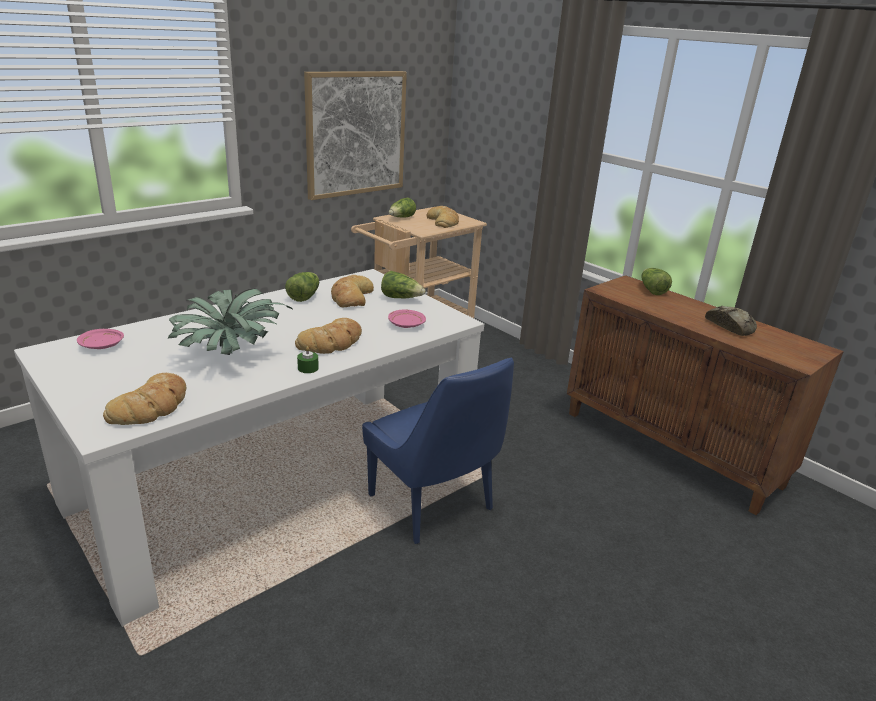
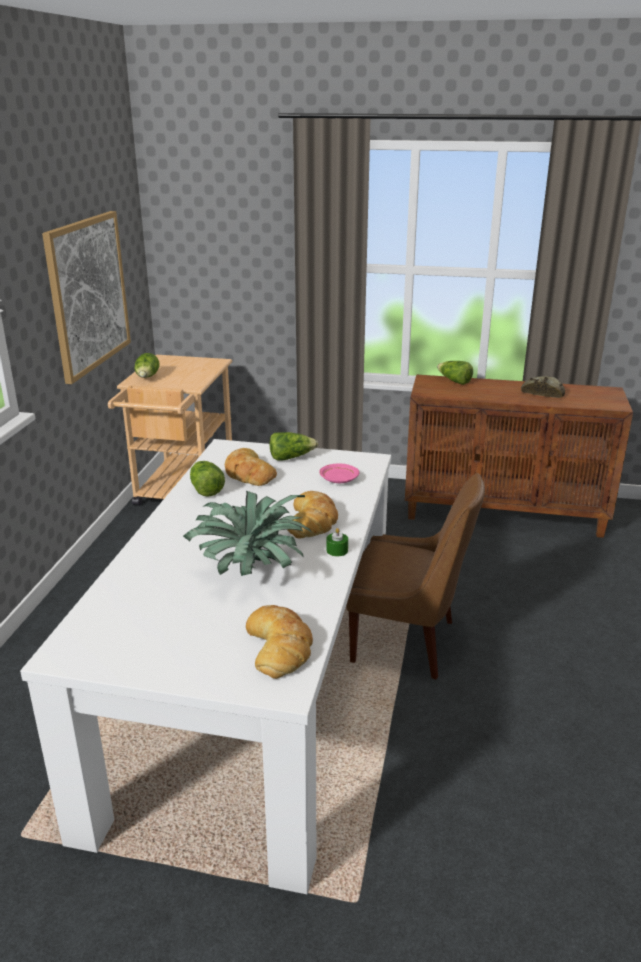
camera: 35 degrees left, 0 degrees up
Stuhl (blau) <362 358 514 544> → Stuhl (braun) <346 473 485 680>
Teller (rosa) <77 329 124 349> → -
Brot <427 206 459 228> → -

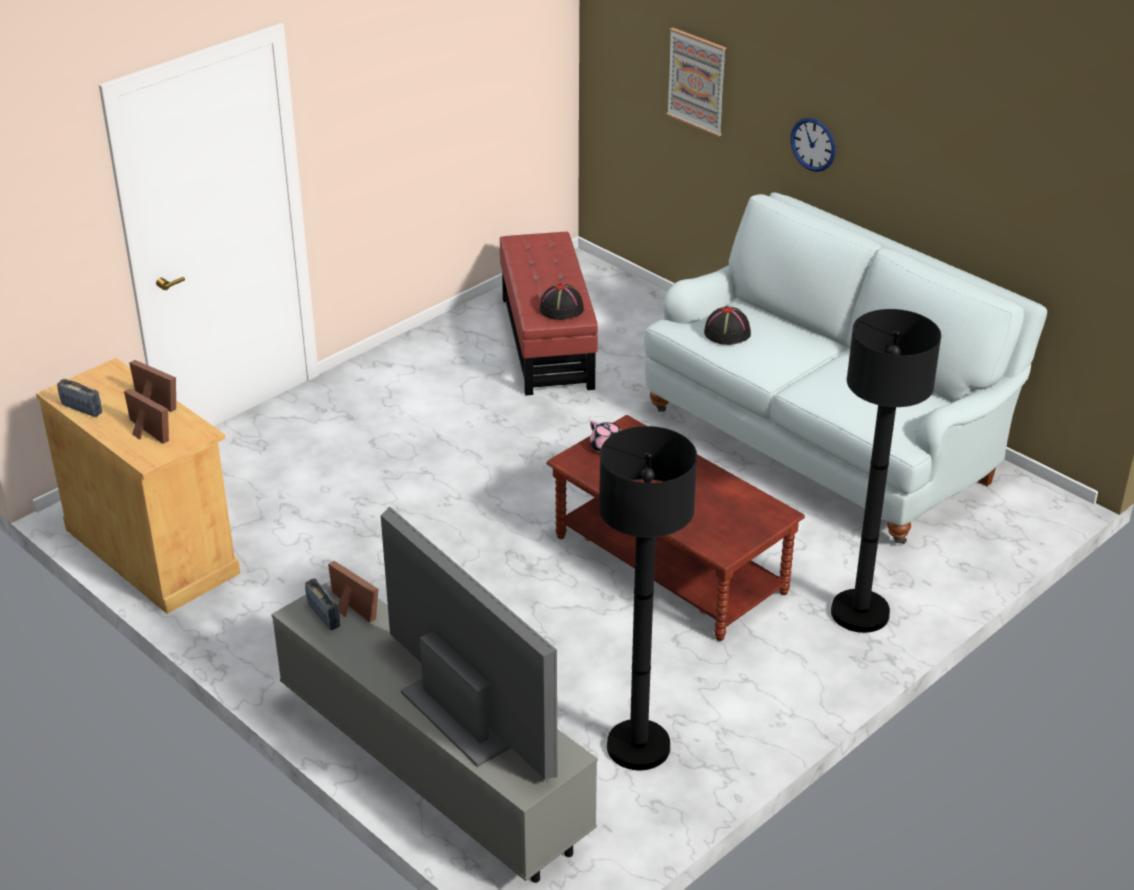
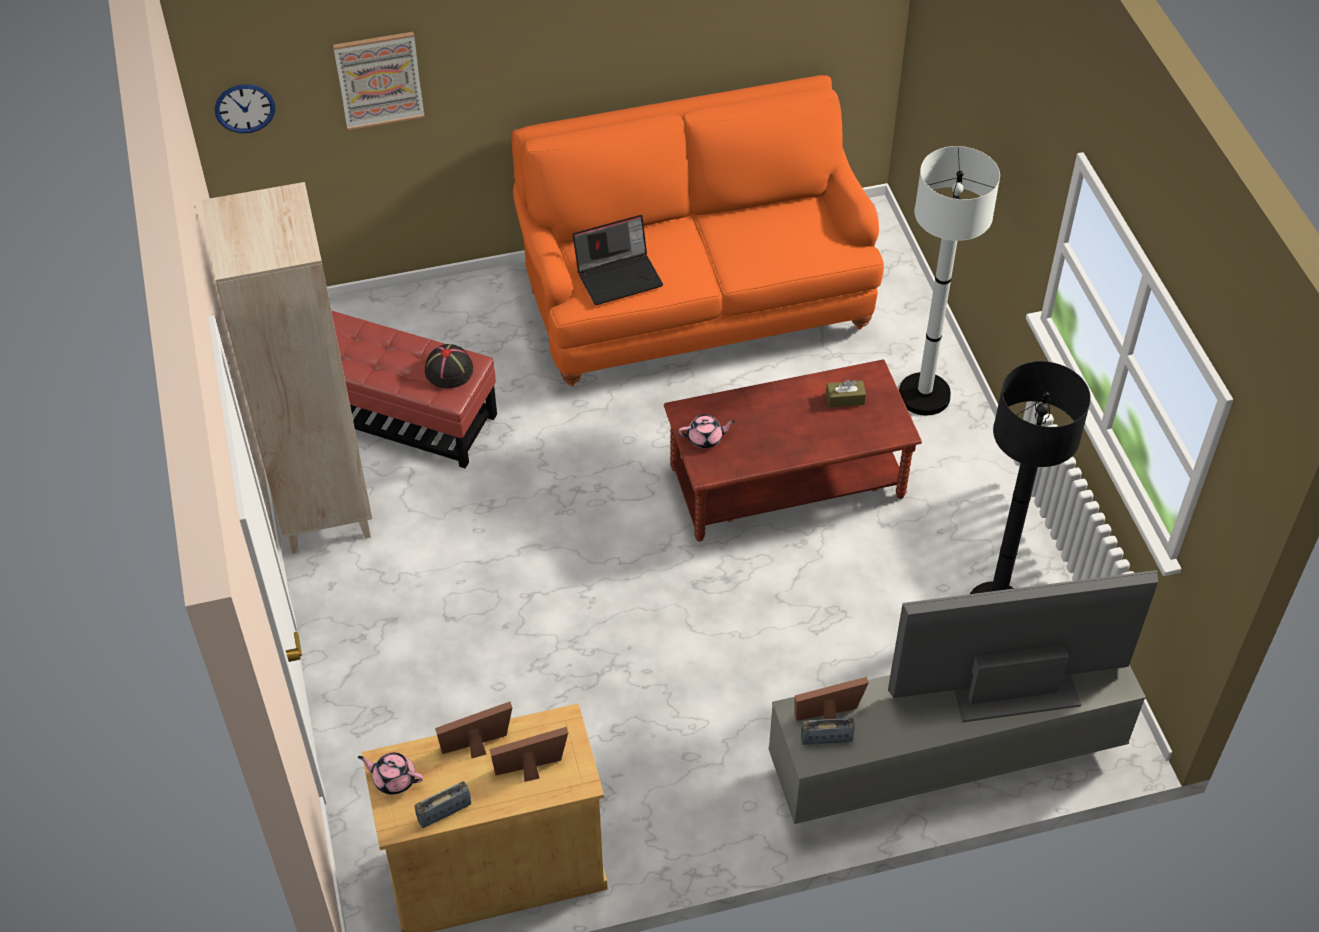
camera: 60 degrees left, 15 degrees up
- → Bücherregal (beige) <202 182 373 554>
Wanduhr <791 118 835 172> → Wanduhr <215 84 275 133>, relocated
- → Teekanne (rosa) <358 752 423 795>
Sofa (weiß) <644 192 1047 544> → Sofa (orange) <512 75 884 386>
Hut (schwarz) <704 306 751 345> → Laptop <573 215 663 305>
- → Taschentuchbox (braun) <826 380 866 408>
Stehlampe (schwarz) <831 309 941 633> → Stehlampe (weiß) <899 146 1000 415>

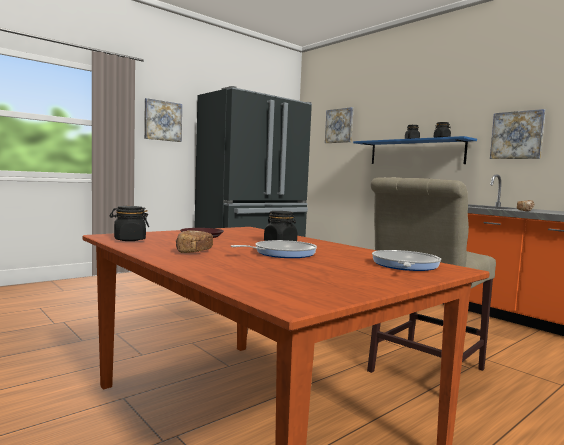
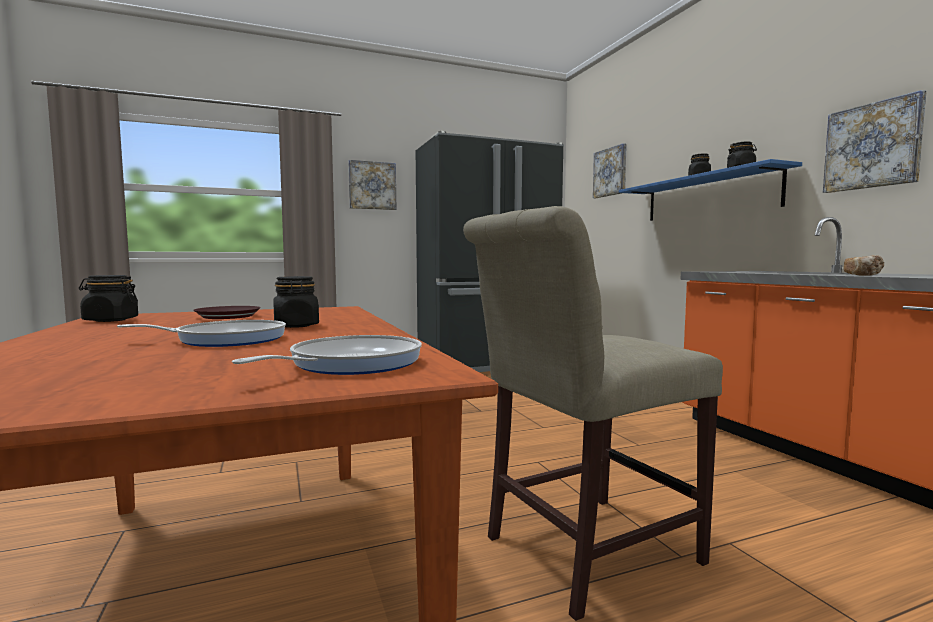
camera: 20 degrees right, 0 degrees up
Brot <176 230 213 253> → -

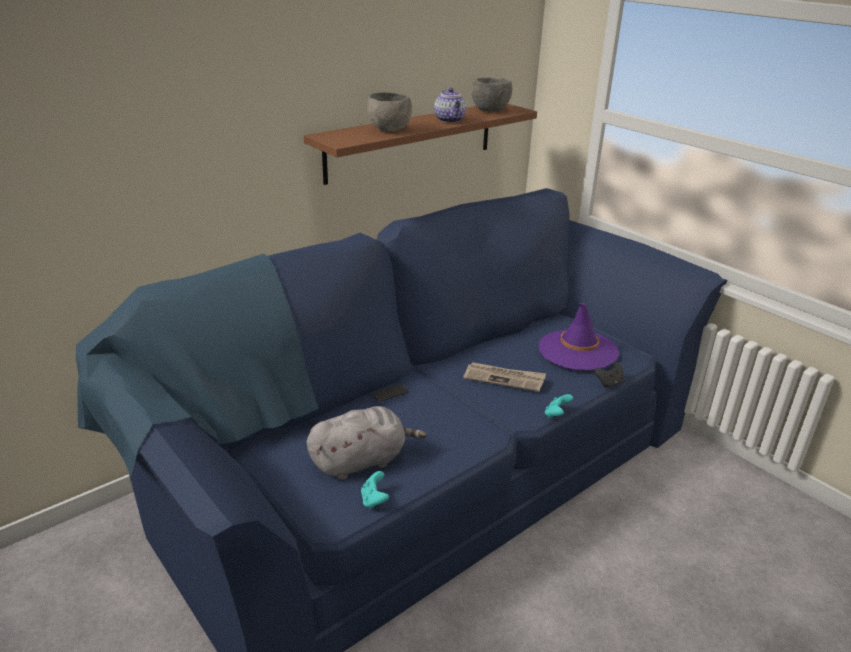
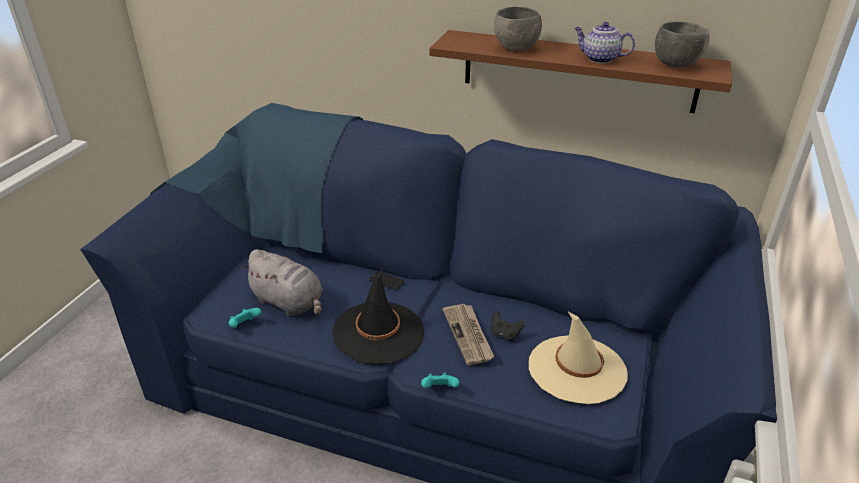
camera: 60 degrees right, 5 degrees up
- → Hut (schwarz) <332 268 424 364>
Gamepad (schwarz) <594 362 624 388> → Gamepad (schwarz) <491 311 525 341>, relocated
Hut (lila) <539 303 619 370> → Hut (beige) <529 311 628 404>
Teekanne <434 88 467 123> → Teekanne <574 22 635 64>, 75 degrees clockwise

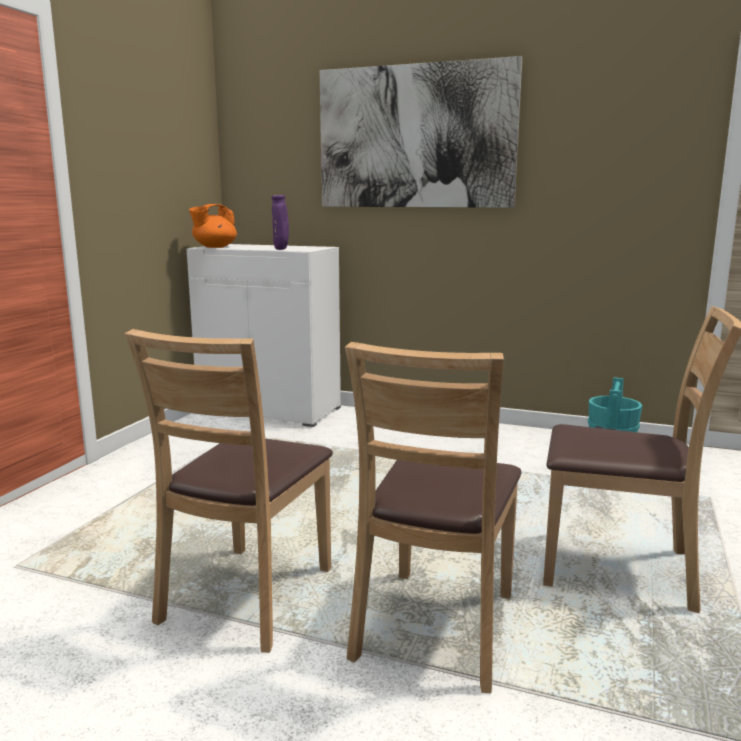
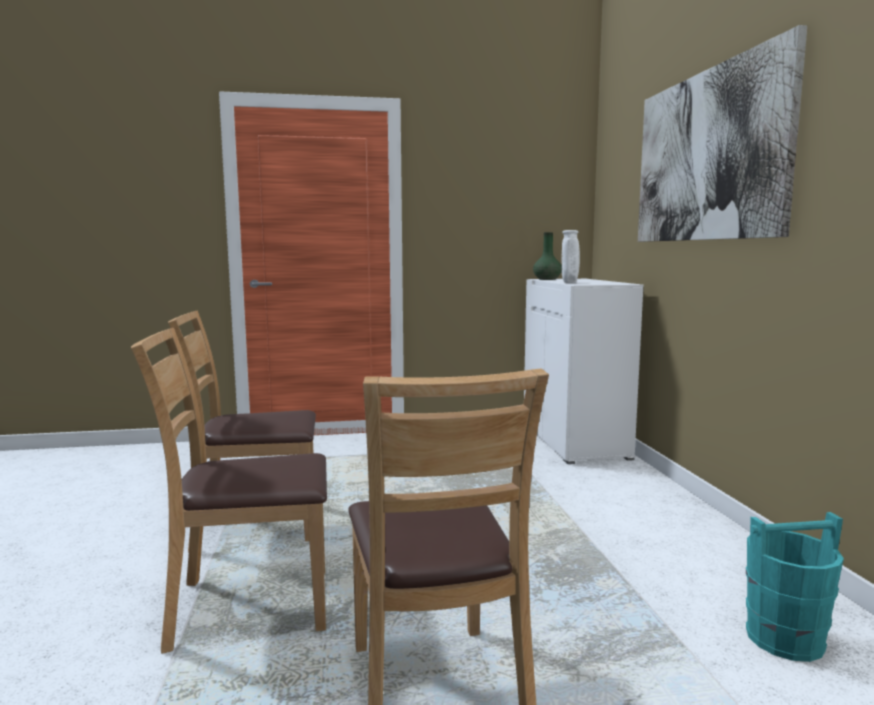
camera: 60 degrees right, 5 degrees down
Teekanne (orange) <189 204 237 248> → Vase (grün) <533 232 562 280>
Vase (lila) <271 195 289 250> → Vase (weiß) <561 230 580 283>

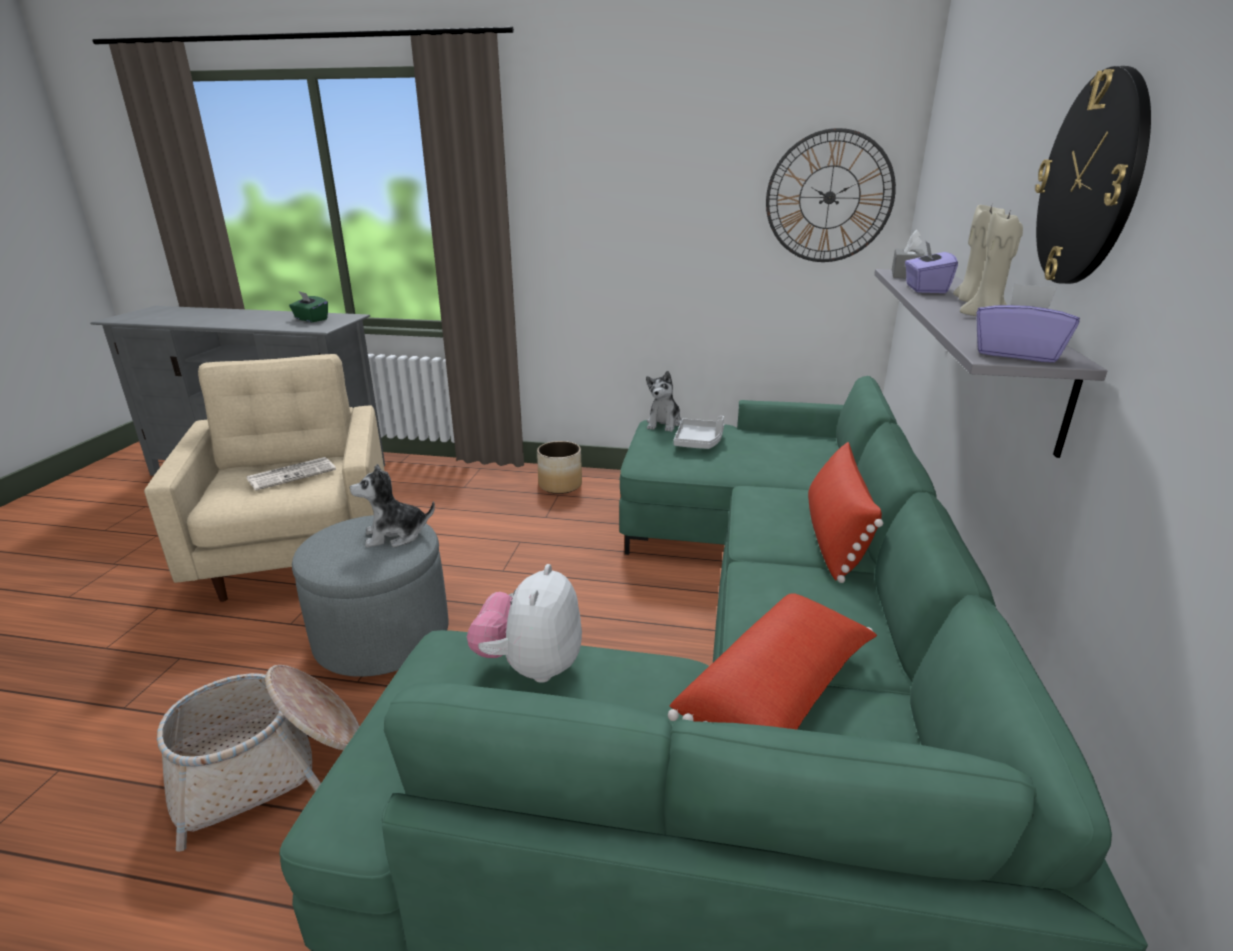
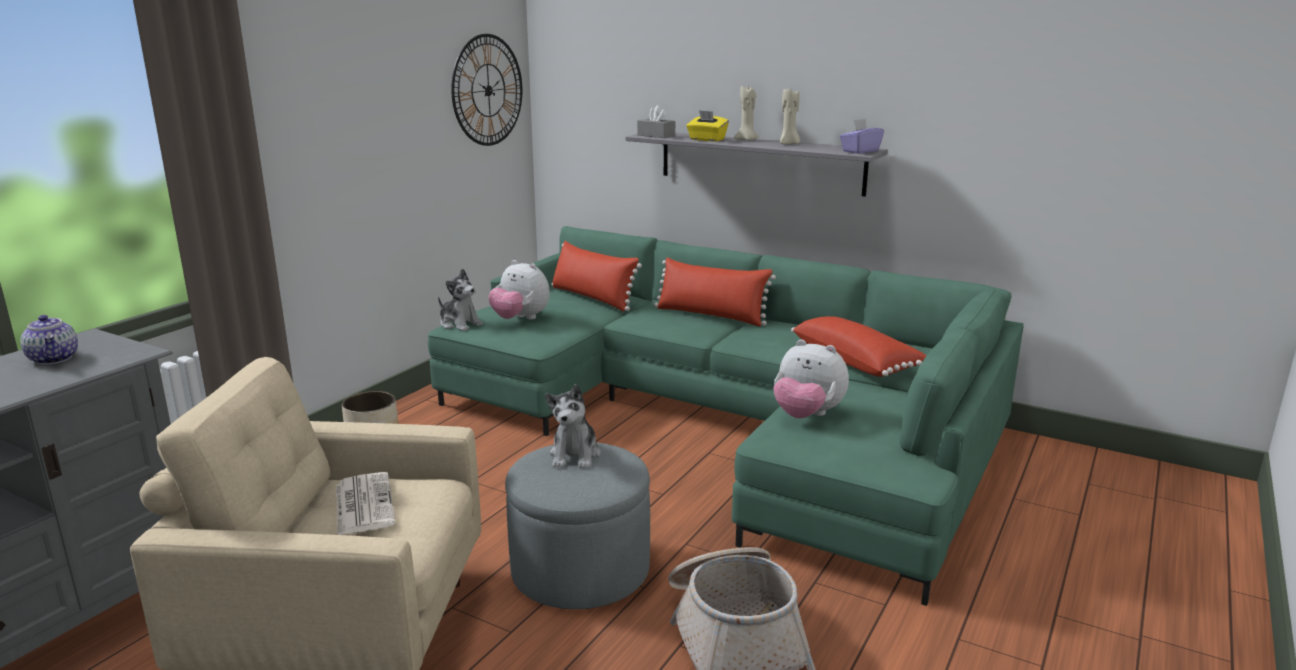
camera: 70 degrees left, 5 degrees down
Taschentuchbox (grün) <289 291 328 322> → Teekanne <21 315 78 365>
Tablett (grau) <673 416 724 449> → Plüschtier <489 260 550 320>
- → Kissen (rot) <552 241 642 312>
Taschentuchbox (lila) <905 241 958 293> → Taschentuchbox (gelb) <687 110 729 142>
Wanduhr <1035 66 1151 284> → -

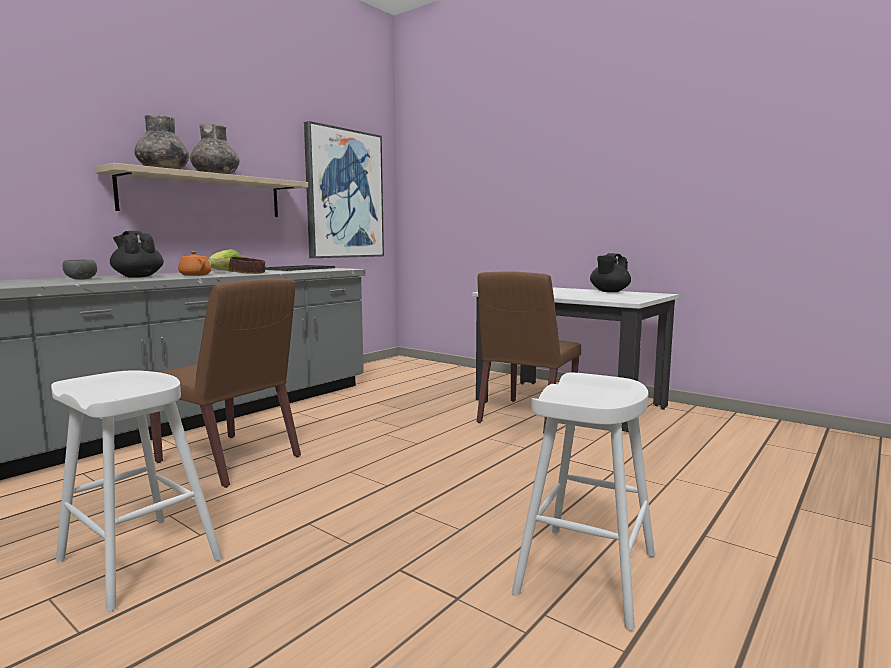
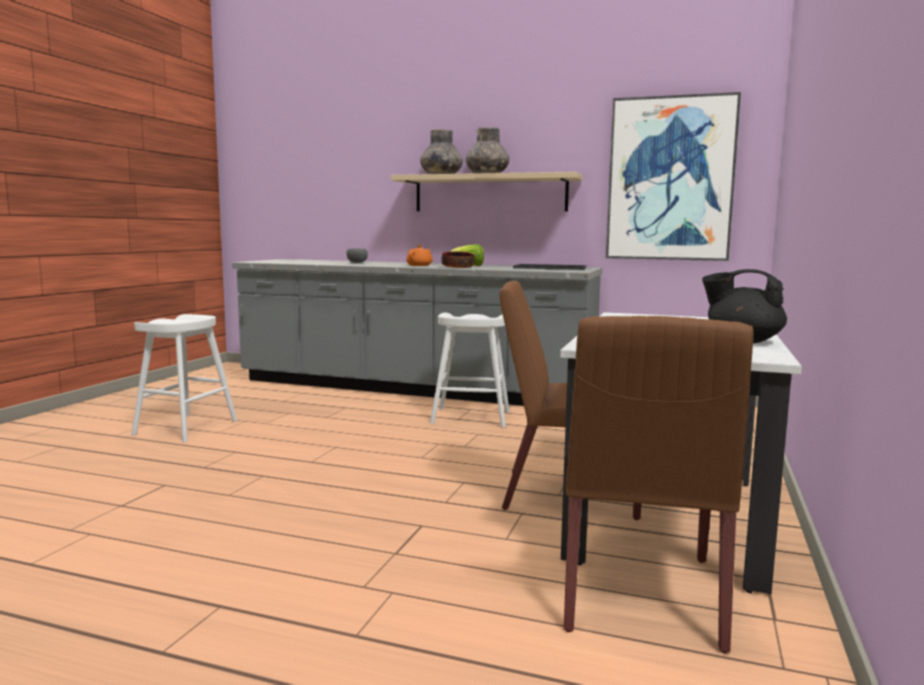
camera: 70 degrees right, 0 degrees up
Hocker (weiß) <512 373 655 631> → Hocker (weiß) <430 313 510 428>, relocated
Stuhl (braun) <150 278 301 488> → Stuhl (braun) <564 316 753 654>, relocated
Teekanne (schwarz) <110 231 164 278> → -

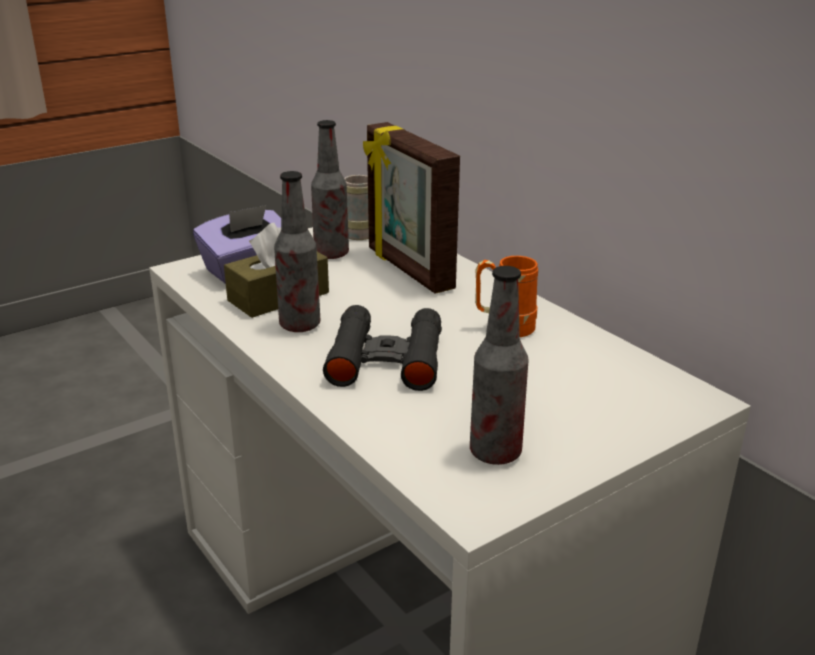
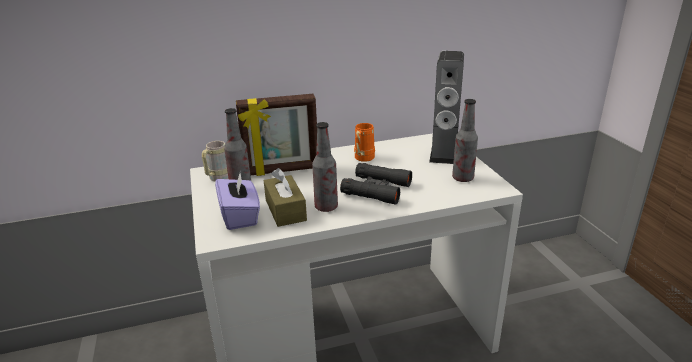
camera: 70 degrees left, 0 degrees up
- → Lautsprecher <429 51 464 164>

